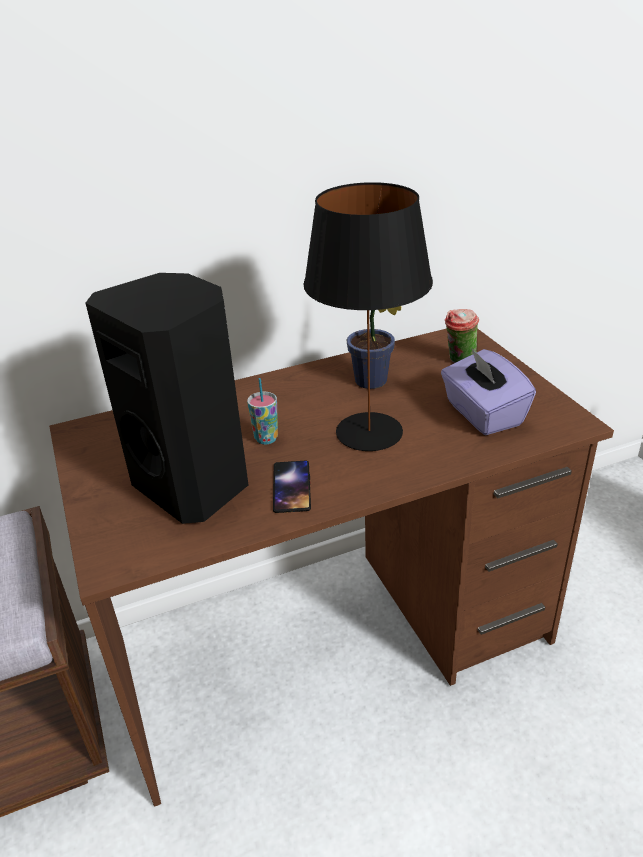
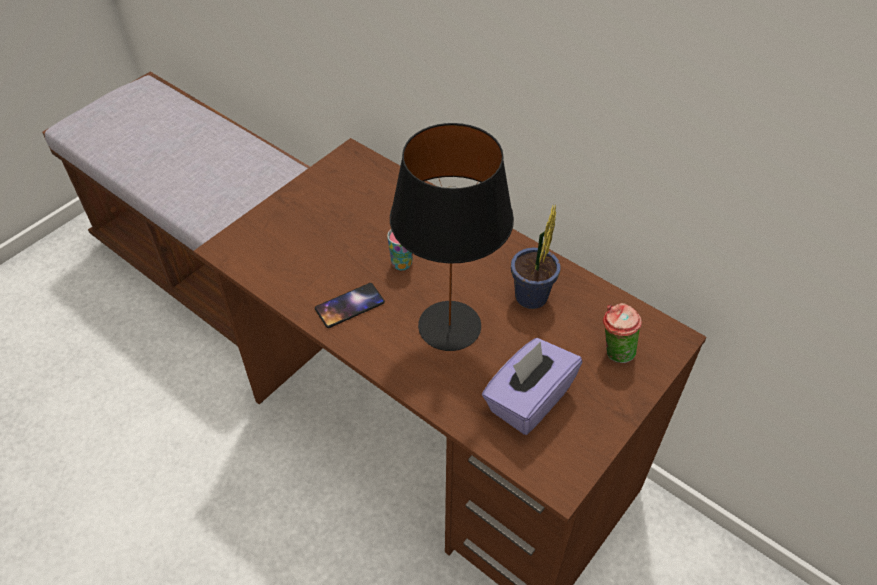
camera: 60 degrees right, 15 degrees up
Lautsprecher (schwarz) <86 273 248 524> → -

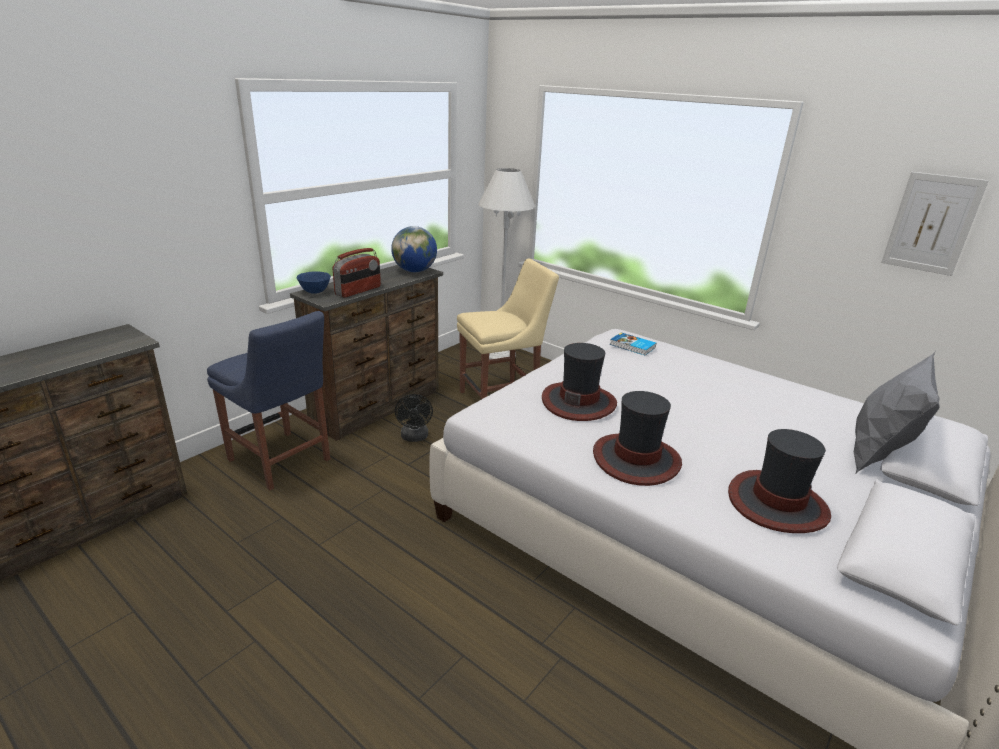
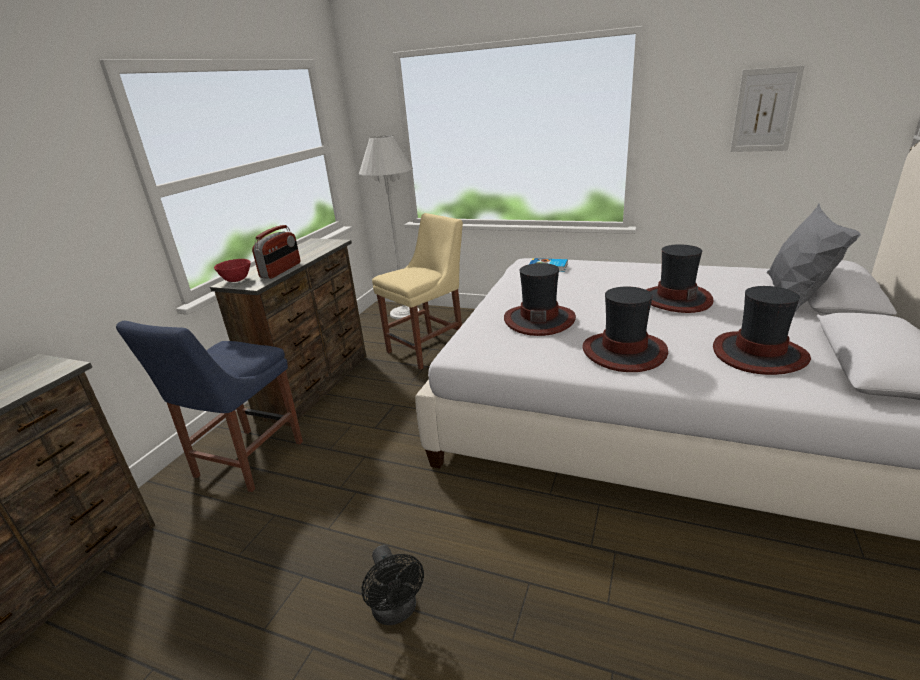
camera: 15 degrees left, 0 degrees up
Stuhl (blau) <207 311 330 490> → Stuhl (blau) <116 321 303 492>, 90 degrees clockwise
Schüssel (blau) <297 271 331 294> → Schüssel (rot) <214 259 251 282>
Ventilator (schwarz) <395 394 433 442> → Ventilator (schwarz) <361 545 424 625>, relocated
- → Hut <646 244 714 313>
Globus <391 226 437 272> → -

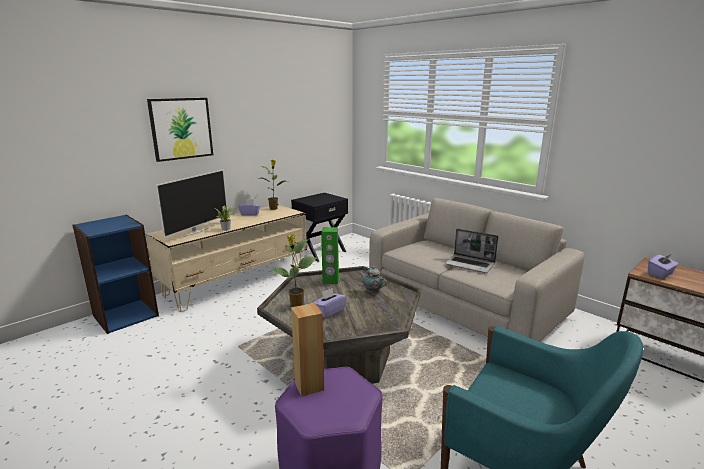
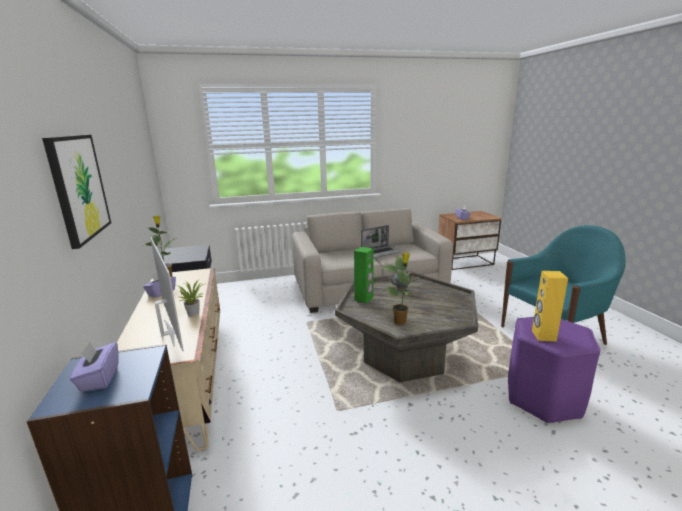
camera: 60 degrees left, 0 degrees up
Taschentuchbox (lila) <313 288 347 318> → Taschentuchbox (lila) <70 342 119 392>, relocated
Lautsprecher (braun) <291 303 324 397> → Lautsprecher (gelb) <532 271 568 342>

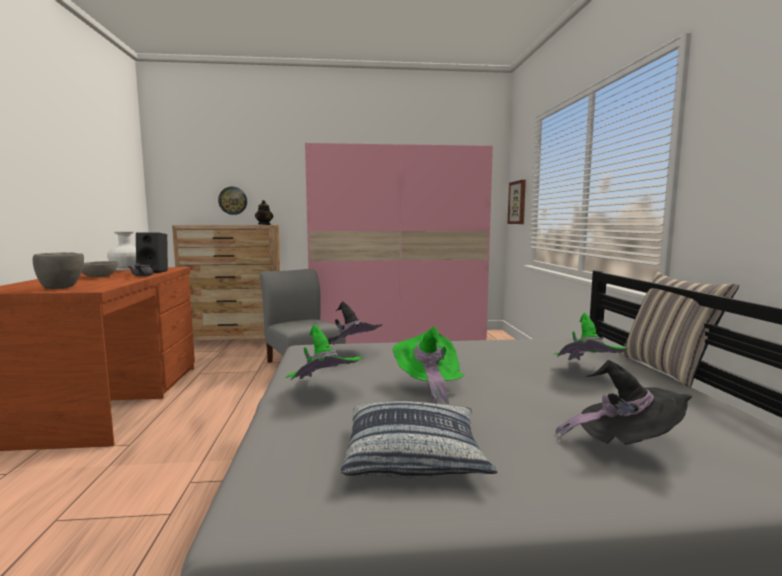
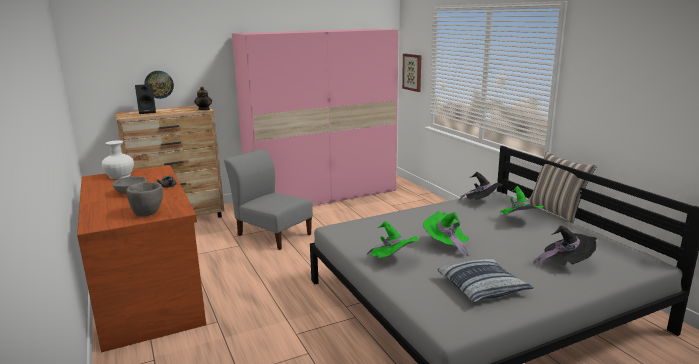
camera: 20 degrees left, 10 degrees up
Lautsprecher (schwarz) <136 232 168 273> → Lautsprecher (schwarz) <135 84 156 114>, relocated
Hut (schwarz) <327 301 382 345> → Hut (schwarz) <458 172 503 201>, relocated

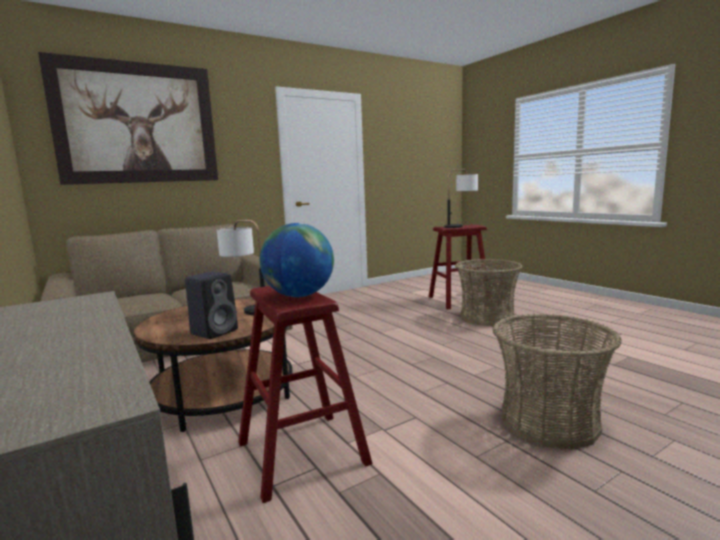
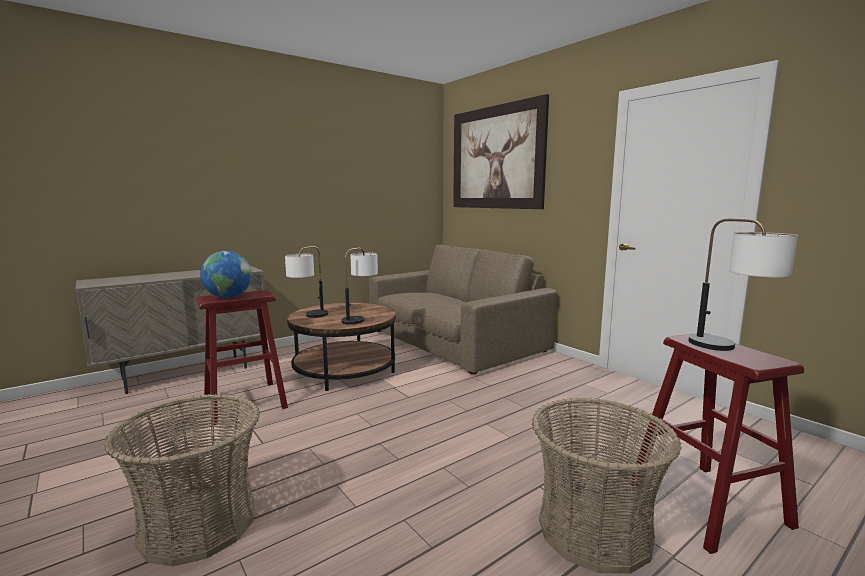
camera: 85 degrees right, 0 degrees up
Lautsprecher (schwarz) <185 272 238 339> → Tischlampe <285 246 328 318>

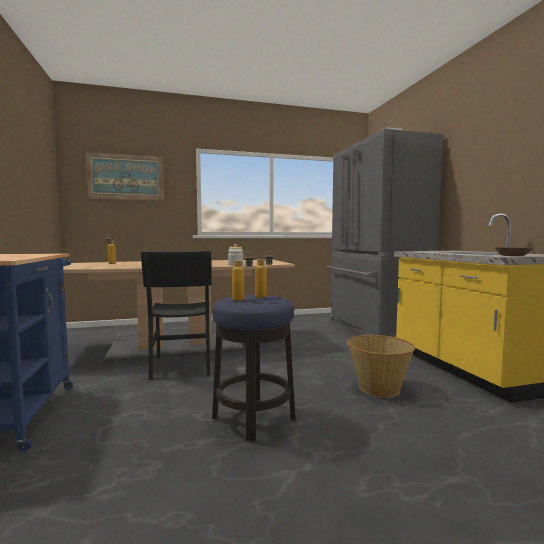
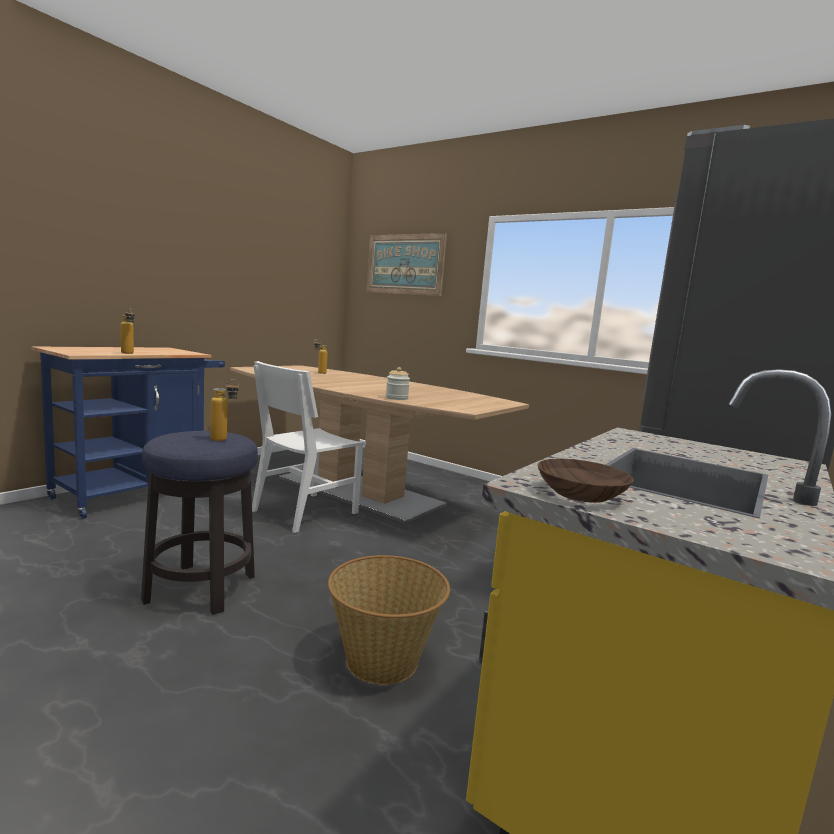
camera: 50 degrees right, 5 degrees up
Flasche <232 252 254 301> → Flasche <121 308 135 354>, relocated
Stuhl (schwarz) <141 251 212 380> → Stuhl (weiß) <252 361 366 533>

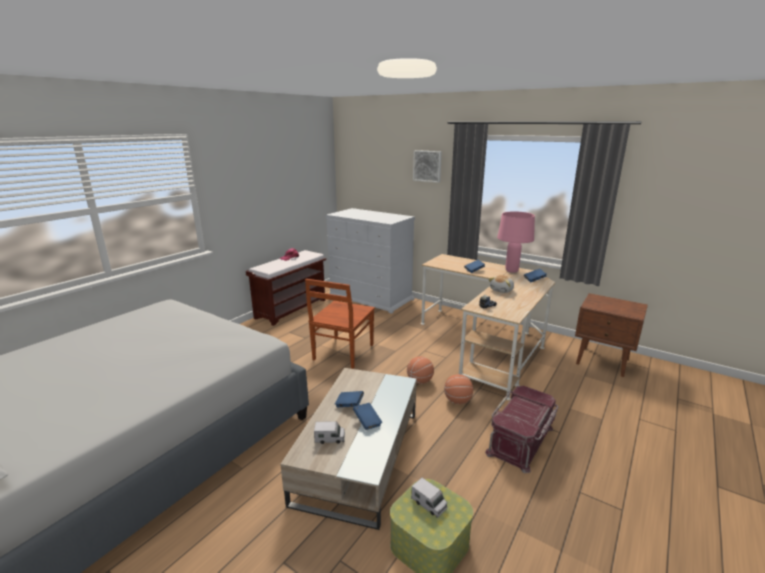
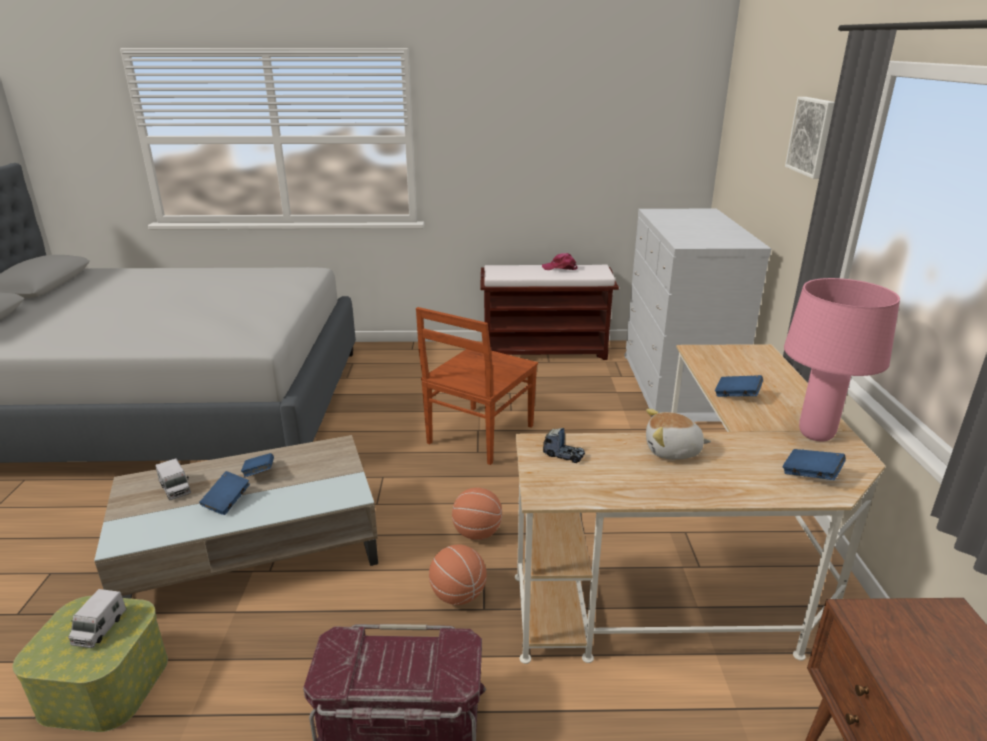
camera: 55 degrees right, 5 degrees up
Stuhl (braun) <305 279 375 369> → Stuhl (braun) <416 307 538 465>, 45 degrees counterclockwise

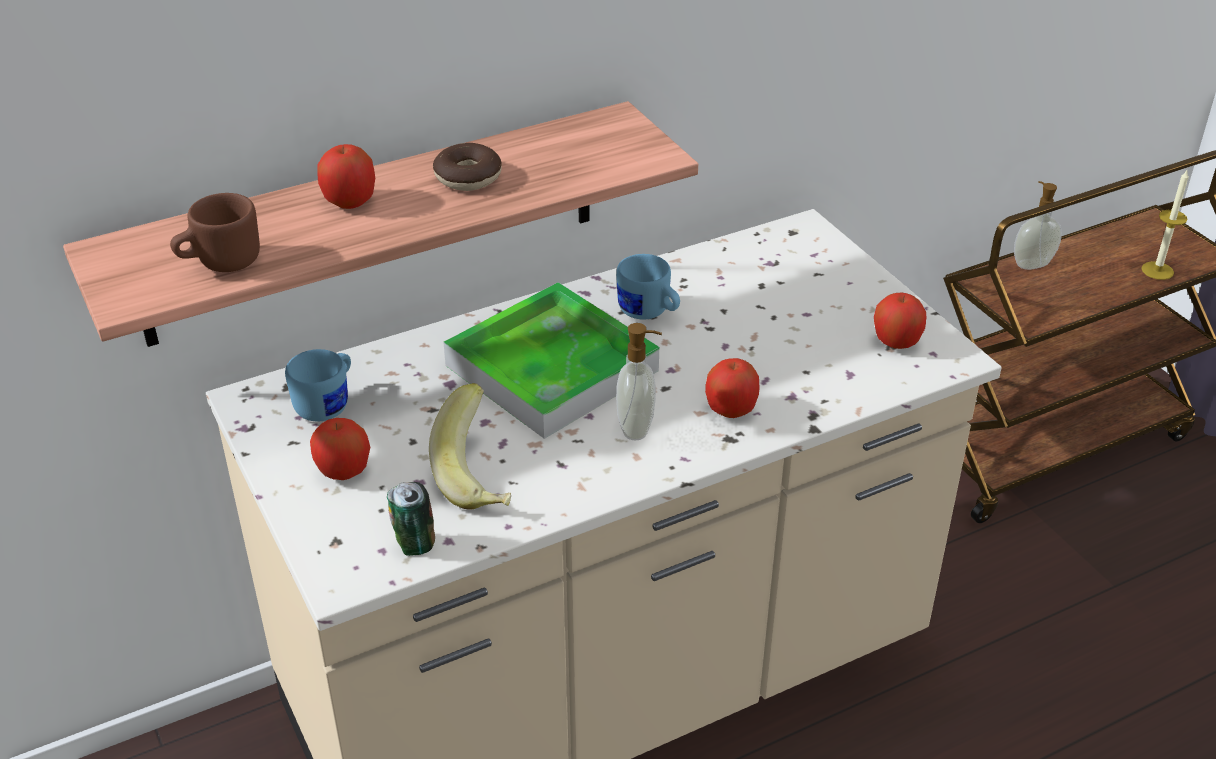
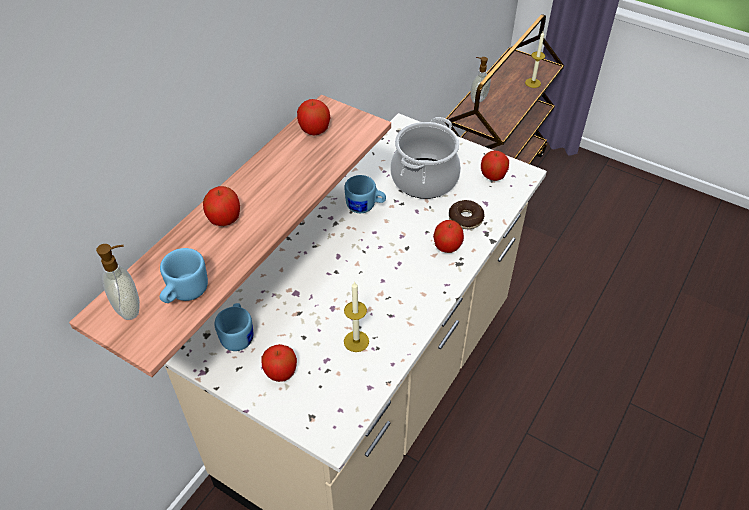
camera: 30 degrees left, 10 degrees up
Seifenspender <616 323 662 440> → Seifenspender <96 244 140 320>, relocated
Henkelbecher (braun) <170 193 260 272> → Henkelbecher (blau) <160 248 208 303>
- → Apfel <297 99 331 135>
Banane <429 383 511 509> → Kerze <344 281 369 352>
- → Kochtopf <390 117 461 199>
Donut <433 143 502 191> → Donut <449 200 485 229>, relocated
Dose <387 482 435 556> → -
Tablett <443 282 659 439> → -

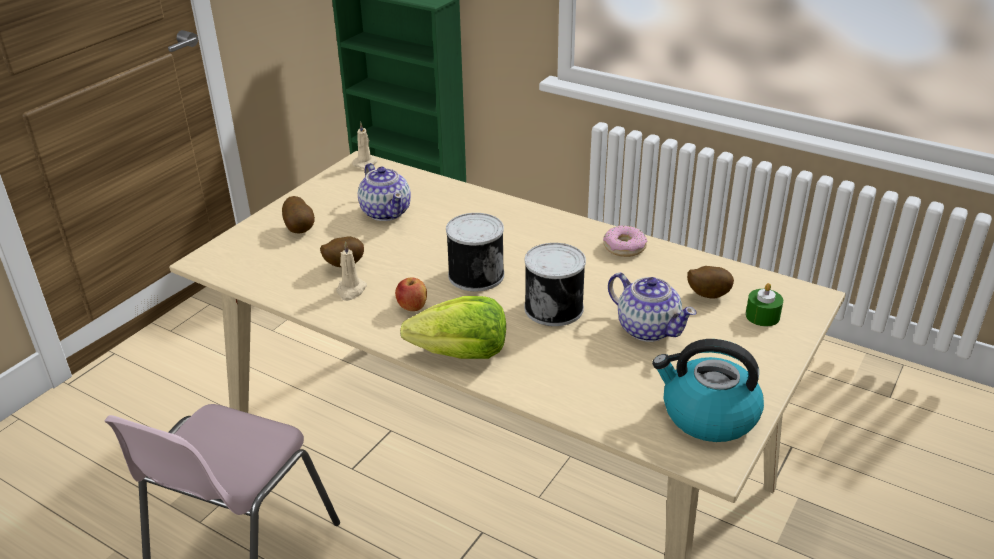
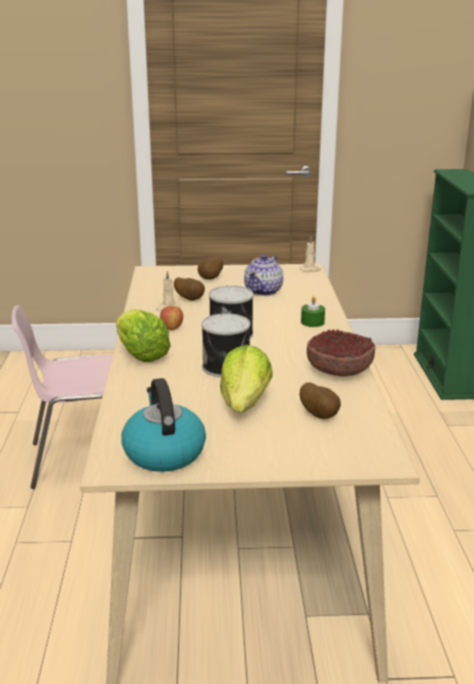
camera: 55 degrees right, 10 degrees down
Teekanne <608 273 697 342> → Salatkopf <220 345 273 413>
Kerze (grün) <746 283 783 326> → Kerze (grün) <301 296 325 327>, relocated
Donut <603 225 647 257> → Schüssel <307 330 375 376>

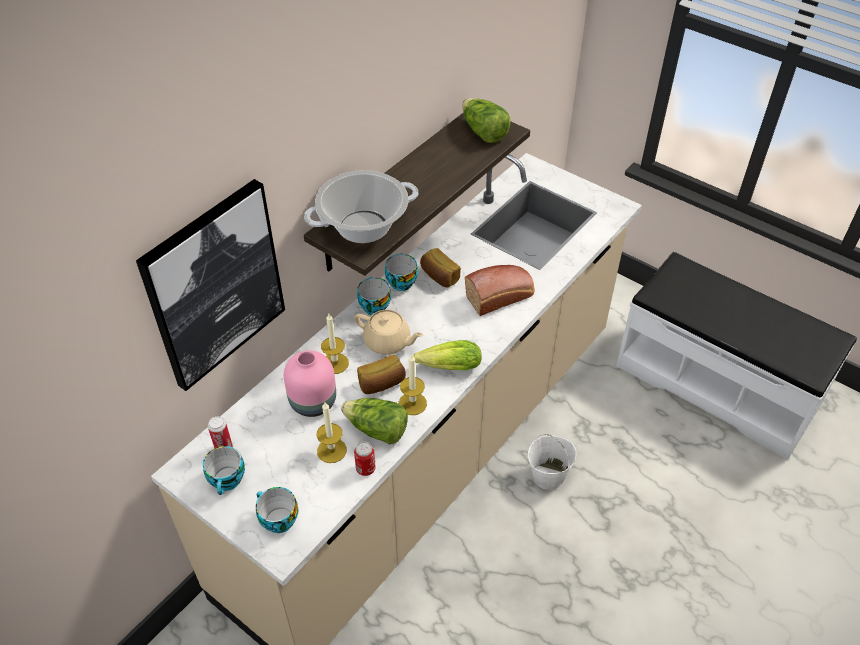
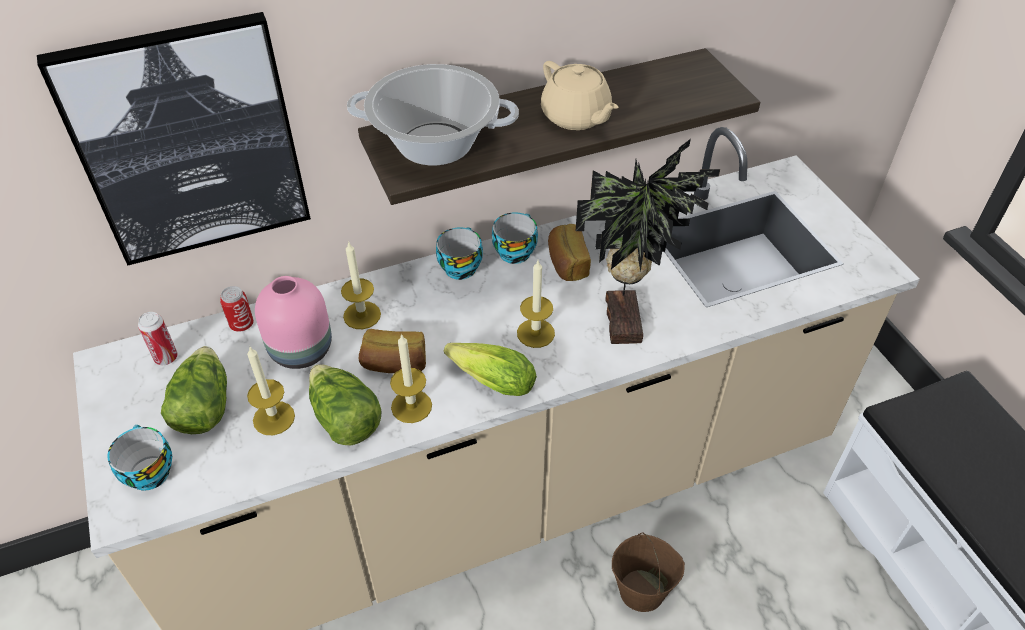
camera: 30 degrees right, 0 degrees up
Salatkopf <462 98 511 143> → Salatkopf <161 346 227 434>, relocated
Dose <354 442 376 476> → Dose <220 286 254 332>, relocated
- → Kerze <517 261 555 348>
Teekanne (beige) <354 310 423 355> → Teekanne (beige) <541 61 618 130>, relocated
Brot <465 265 534 316> → Topfpflanze <576 139 720 344>
Eimer (weiß) <528 434 576 490> → Eimer (braun) <612 533 685 612>
Tasse <203 446 245 495> → -

